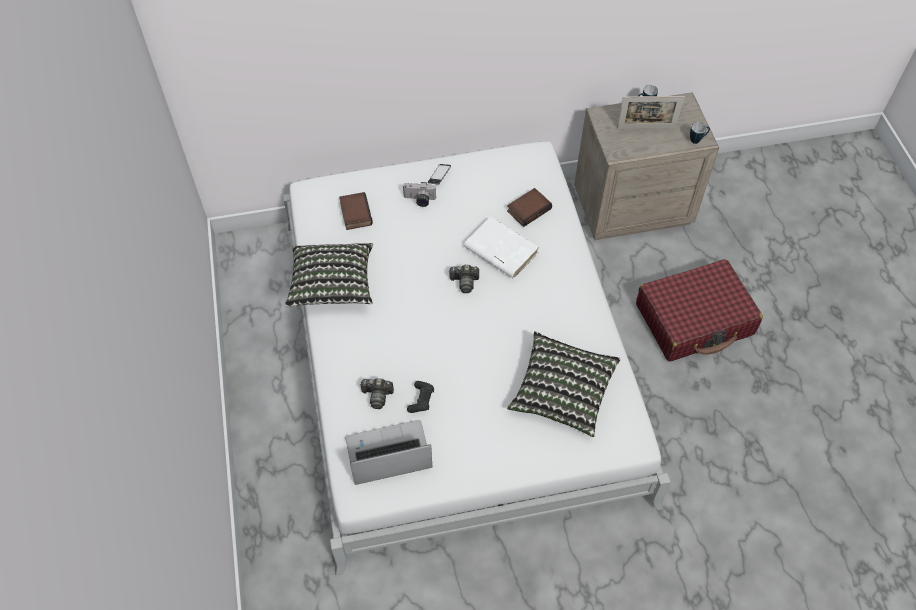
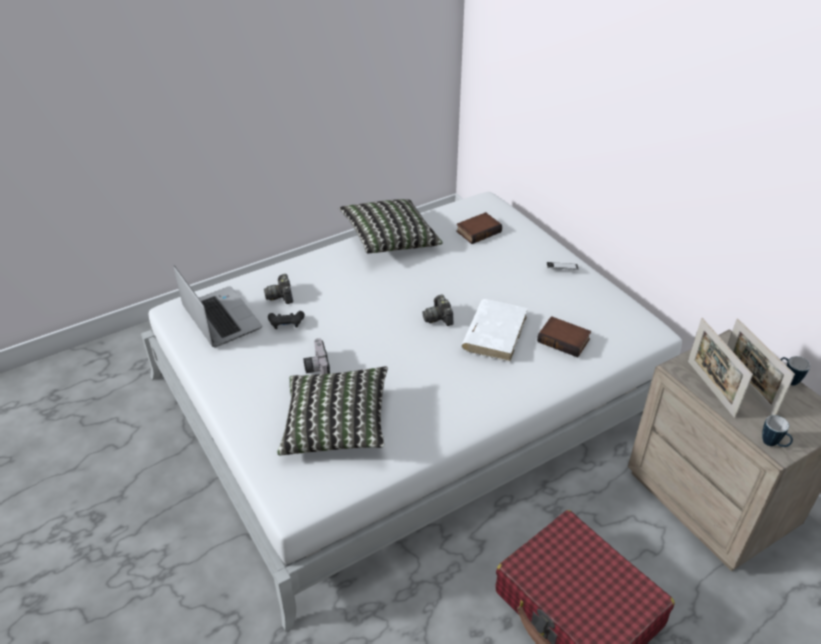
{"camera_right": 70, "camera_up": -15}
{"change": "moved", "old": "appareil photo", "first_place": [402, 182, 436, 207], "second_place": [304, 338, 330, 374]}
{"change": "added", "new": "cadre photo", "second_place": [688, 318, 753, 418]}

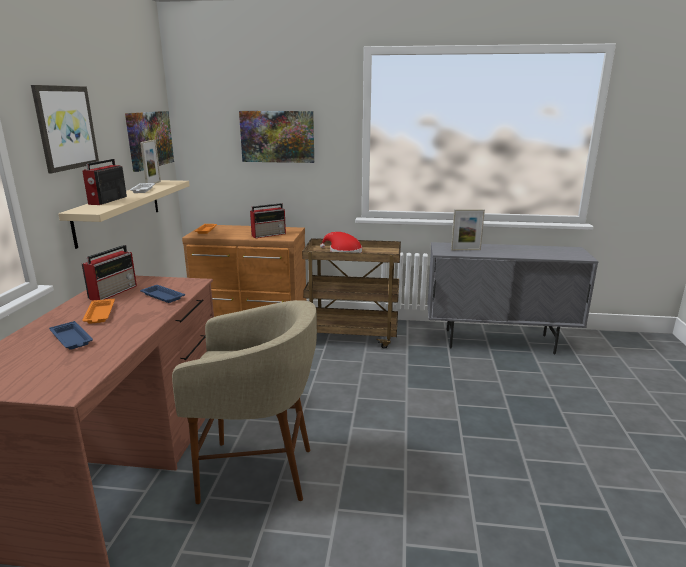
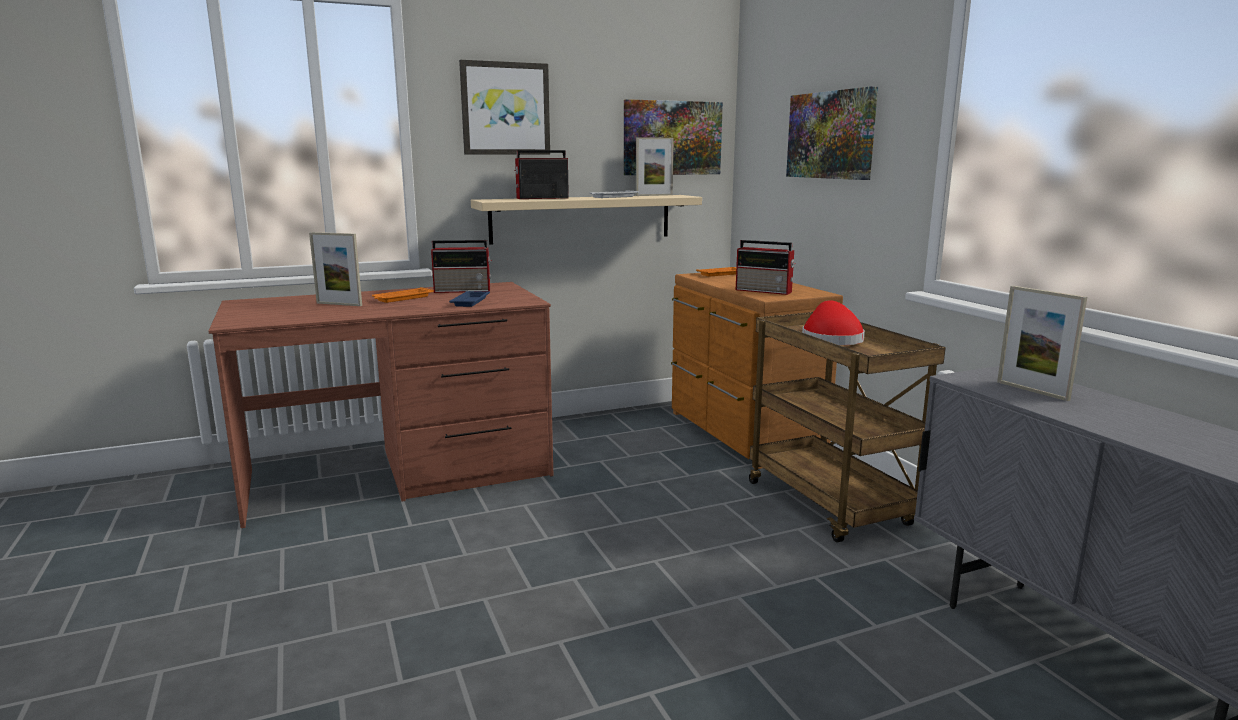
{"camera_right": 60, "camera_up": -5}
{"change": "replaced", "old": "plateau/bleu", "new": "cadre photo", "first_place": [49, 321, 93, 350], "second_place": [309, 232, 362, 306]}
{"change": "removed", "old": "tabouret/beige", "first_place": [172, 300, 317, 504]}

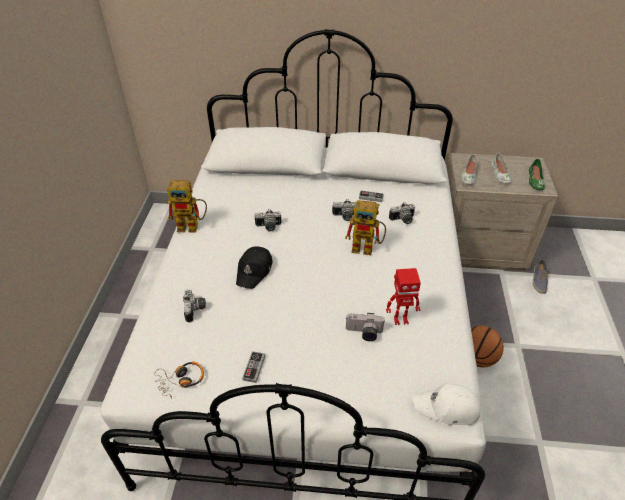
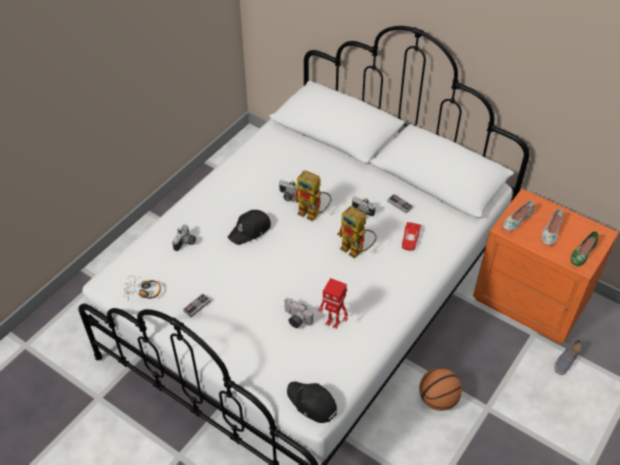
{"camera_right": 30, "camera_up": 5}
{"change": "recoloured", "old": "casquette/blanc", "new": "casquette/noir", "first_place": [413, 383, 481, 425], "second_place": [287, 382, 337, 423]}
{"change": "moved", "old": "robot jouet", "first_place": [167, 180, 207, 232], "second_place": [293, 170, 331, 221]}
{"change": "replaced", "old": "appareil photo", "new": "petite voiture/rouge", "first_place": [389, 202, 415, 224], "second_place": [402, 222, 421, 251]}
{"change": "recoloured", "old": "table de chevet/beige", "new": "table de chevet/orange", "first_place": [447, 153, 558, 271], "second_place": [473, 188, 619, 344]}

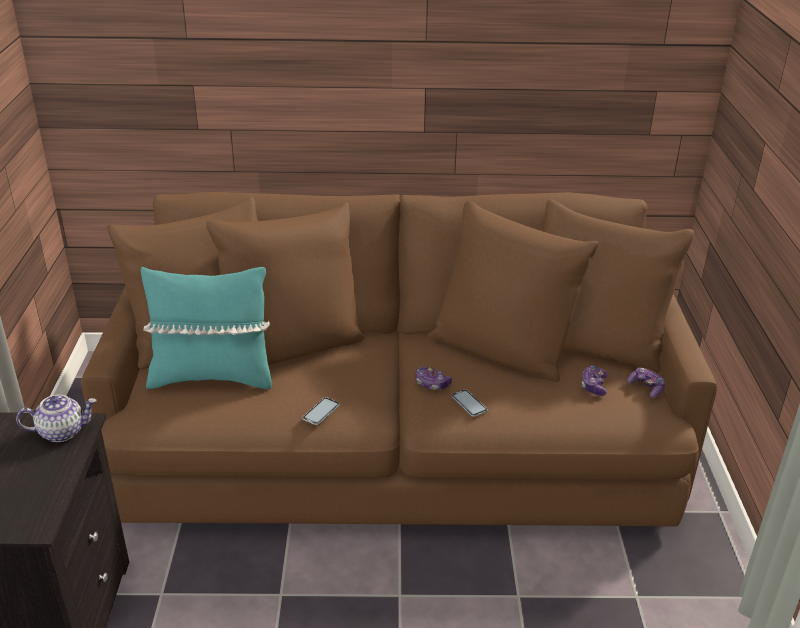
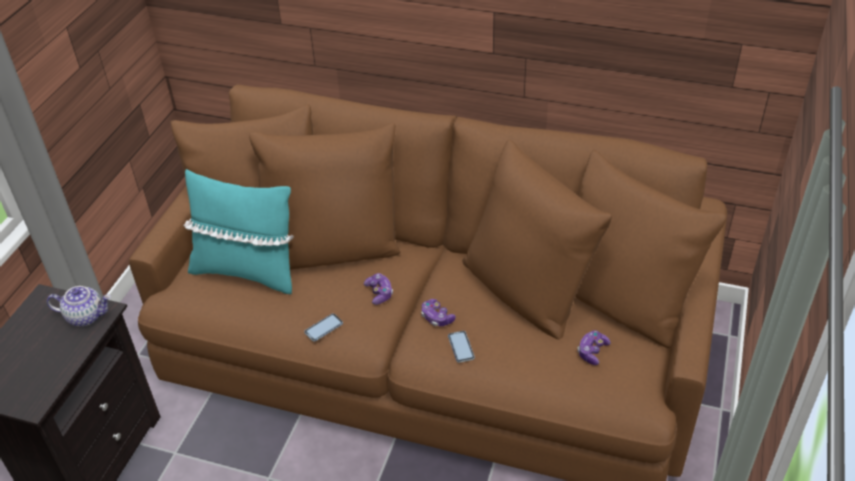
{"camera_right": 20, "camera_up": 10}
{"change": "moved", "old": "manette", "first_place": [627, 368, 665, 398], "second_place": [364, 273, 393, 305]}

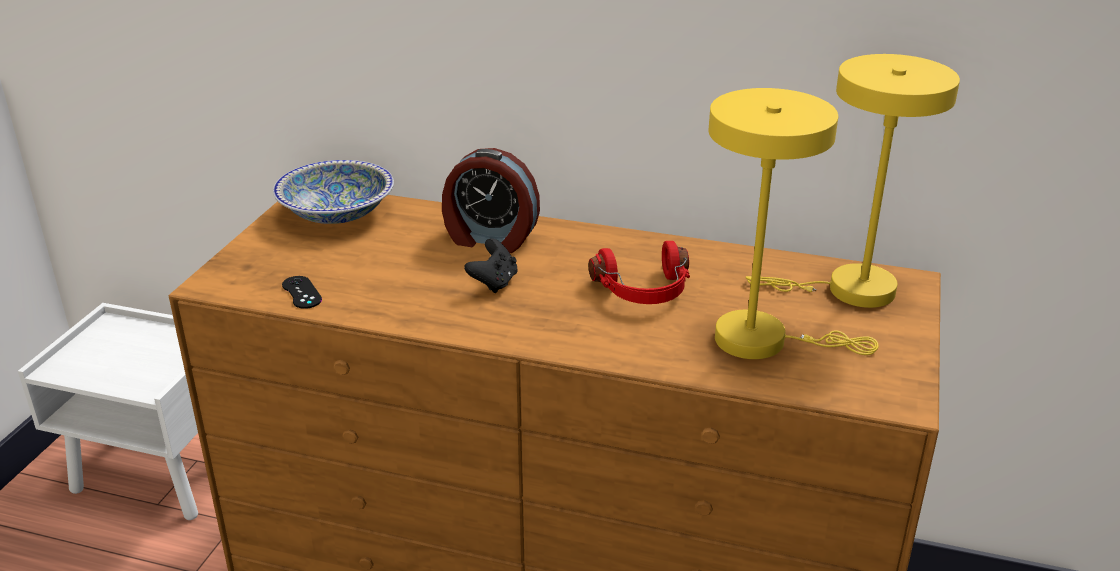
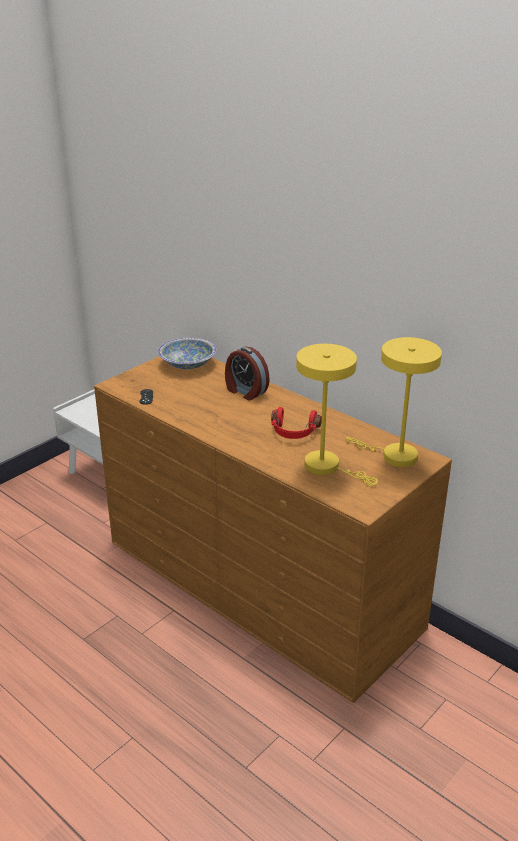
{"camera_right": 25, "camera_up": 0}
{"change": "removed", "old": "manette/noir", "first_place": [464, 238, 518, 293]}

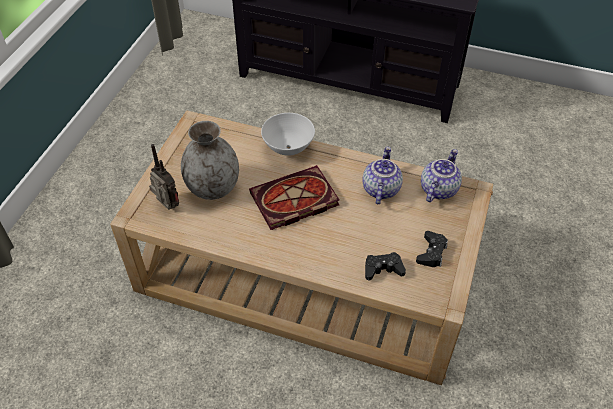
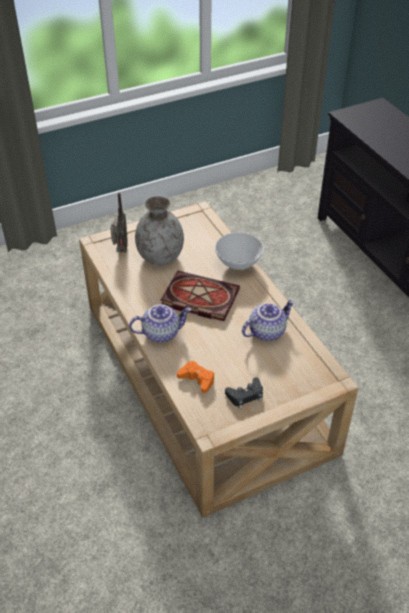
{"camera_right": 45, "camera_up": -5}
{"change": "moved", "old": "théière", "first_place": [421, 149, 462, 202], "second_place": [129, 304, 192, 343]}
{"change": "recoloured", "old": "manette/noir", "new": "manette/orange", "first_place": [365, 252, 406, 280], "second_place": [177, 361, 214, 393]}

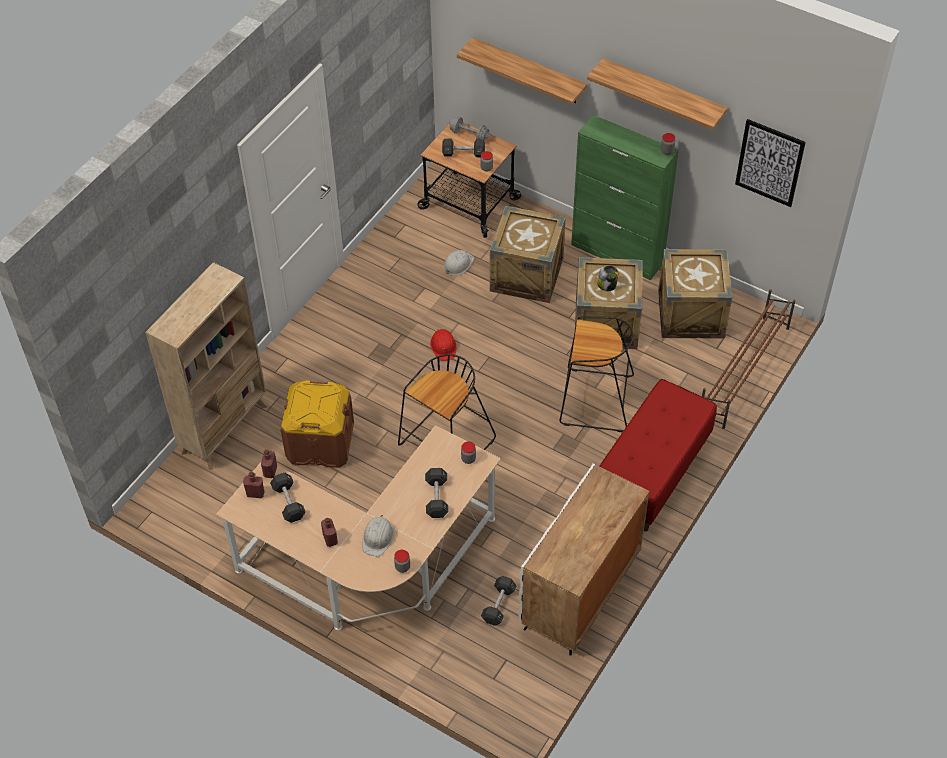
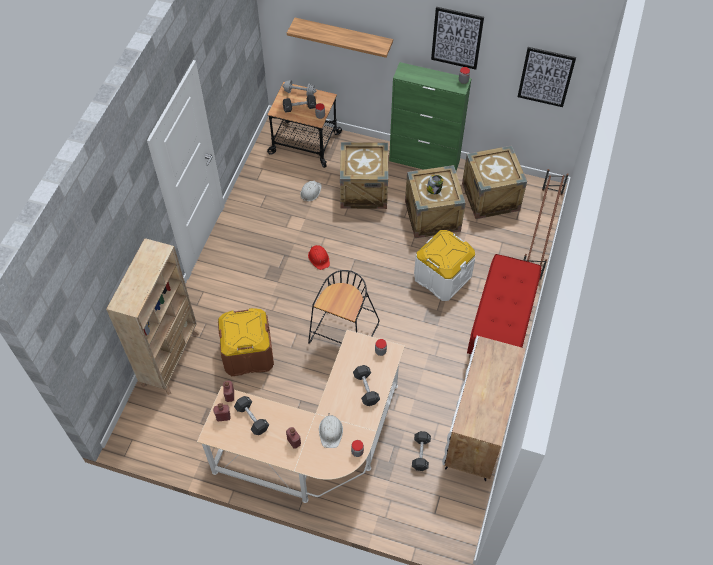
{"camera_right": -15, "camera_up": 5}
{"change": "replaced", "old": "tabouret/noir", "new": "boîte de rangement/blanc", "first_place": [559, 317, 634, 432], "second_place": [414, 230, 475, 301]}
{"change": "replaced", "old": "étagère", "new": "tableau", "first_place": [587, 58, 728, 130], "second_place": [431, 7, 484, 70]}

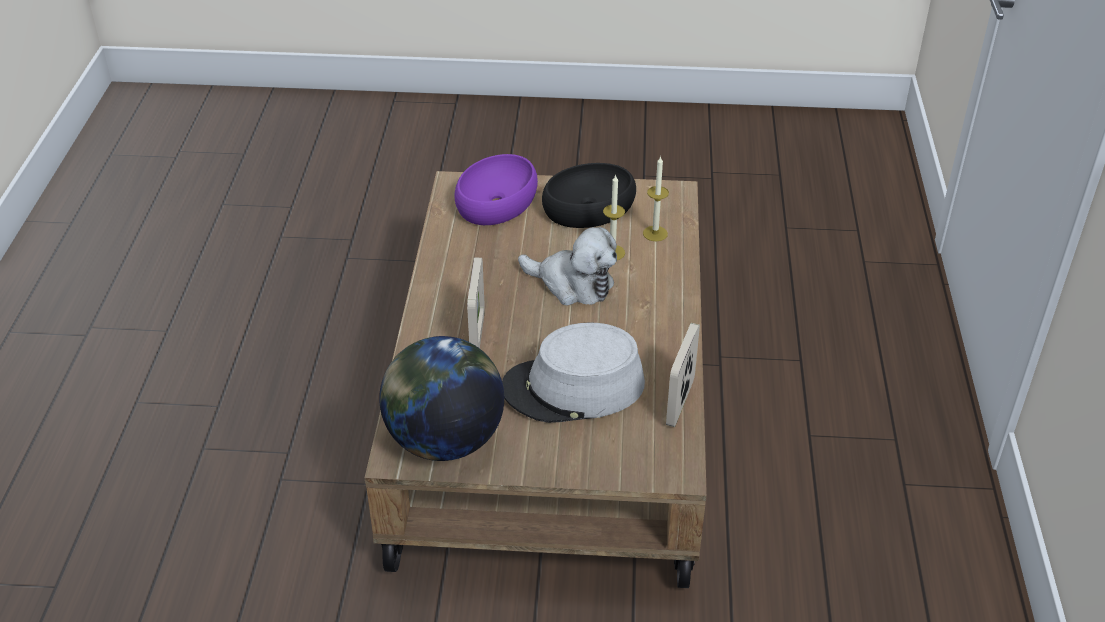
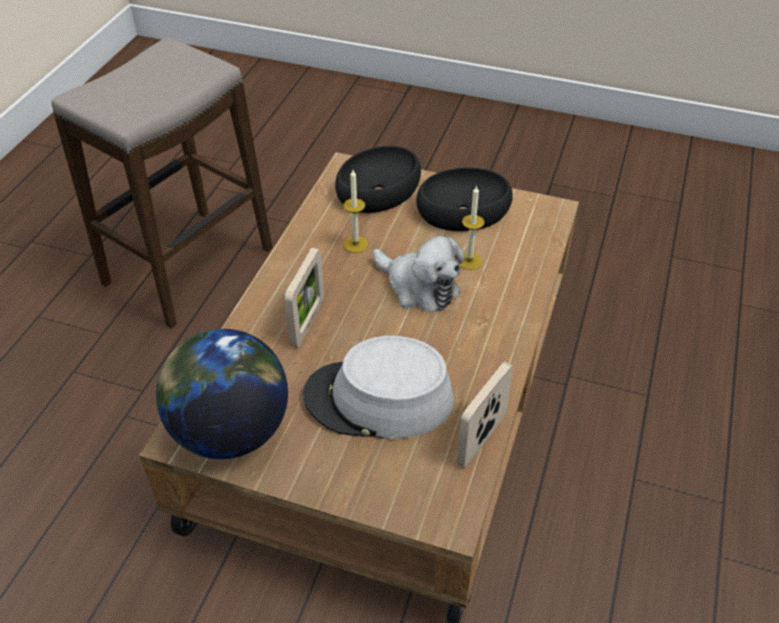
{"camera_right": 15, "camera_up": 5}
{"change": "added", "new": "tabouret", "second_place": [51, 37, 272, 328]}
{"change": "recoloured", "old": "bol/violet", "new": "bol/noir", "first_place": [455, 154, 538, 225], "second_place": [335, 146, 421, 213]}
{"change": "moved", "old": "bougie", "first_place": [643, 156, 669, 242], "second_place": [343, 170, 368, 253]}

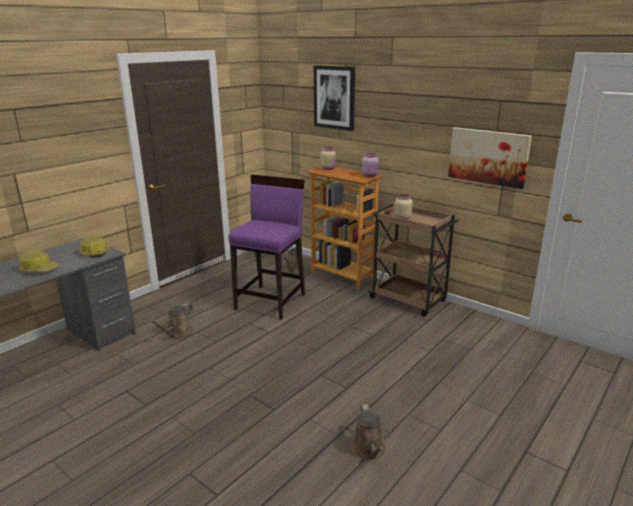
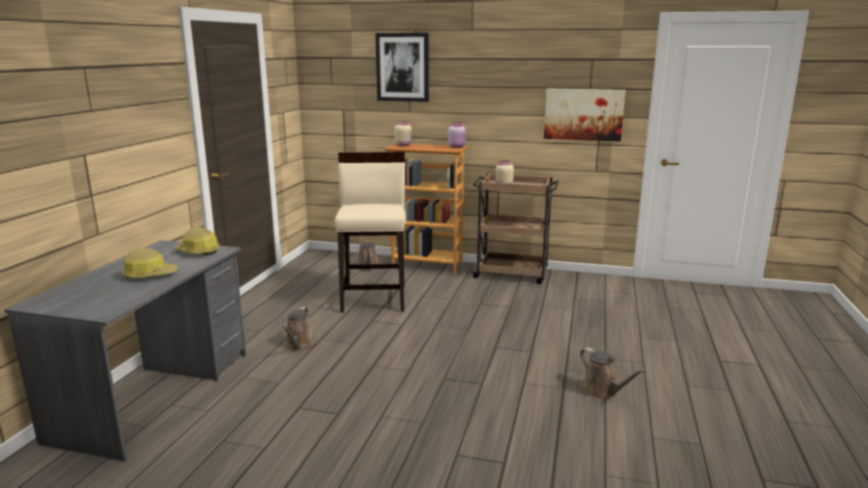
{"camera_right": -25, "camera_up": -5}
{"change": "recoloured", "old": "tabouret/violet", "new": "tabouret/beige", "first_place": [228, 175, 305, 320], "second_place": [334, 152, 406, 313]}

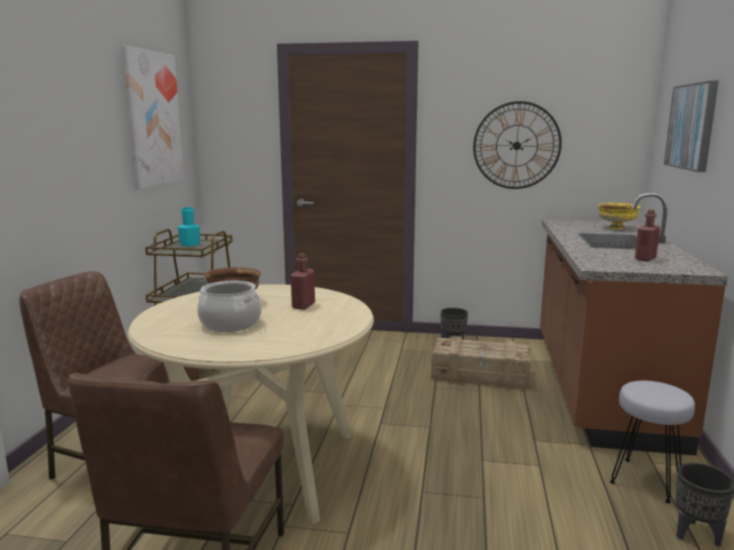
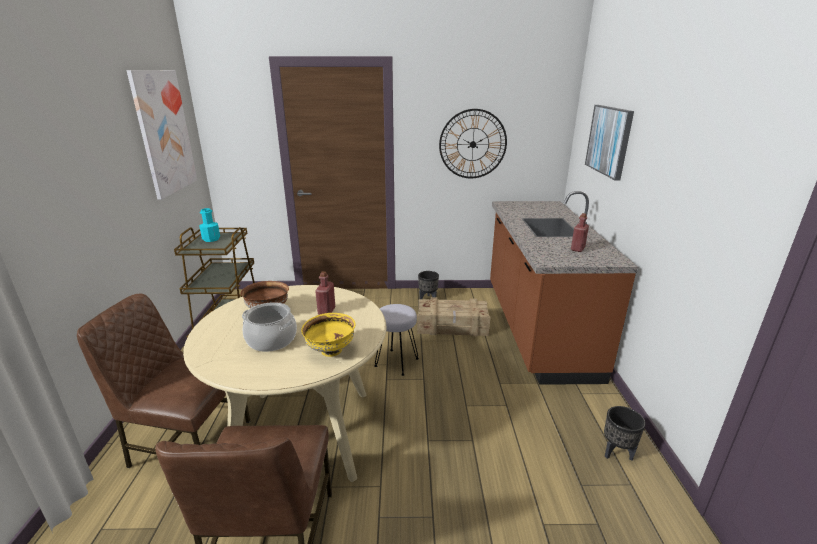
{"camera_right": -10, "camera_up": 10}
{"change": "moved", "old": "bol/jaune", "first_place": [598, 203, 641, 229], "second_place": [301, 313, 356, 357]}
{"change": "moved", "old": "tabouret/gris", "first_place": [610, 381, 695, 503], "second_place": [375, 304, 419, 376]}

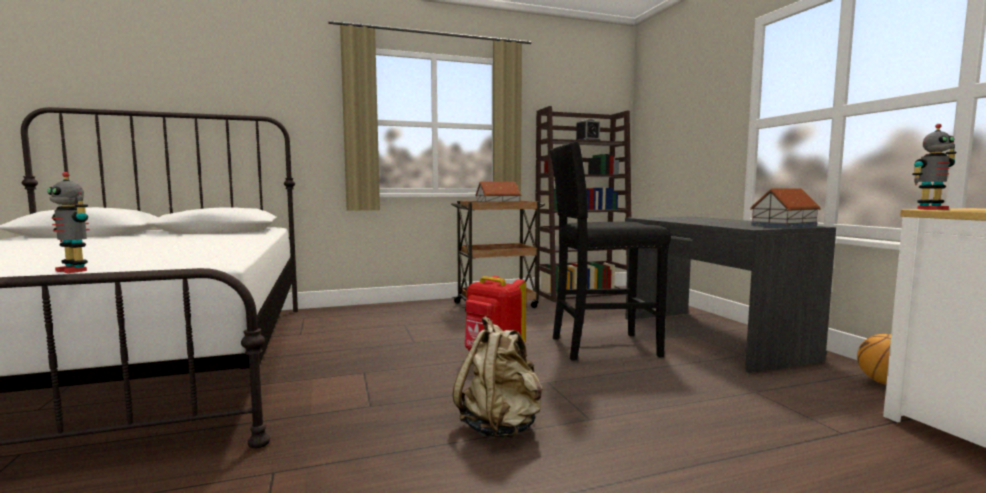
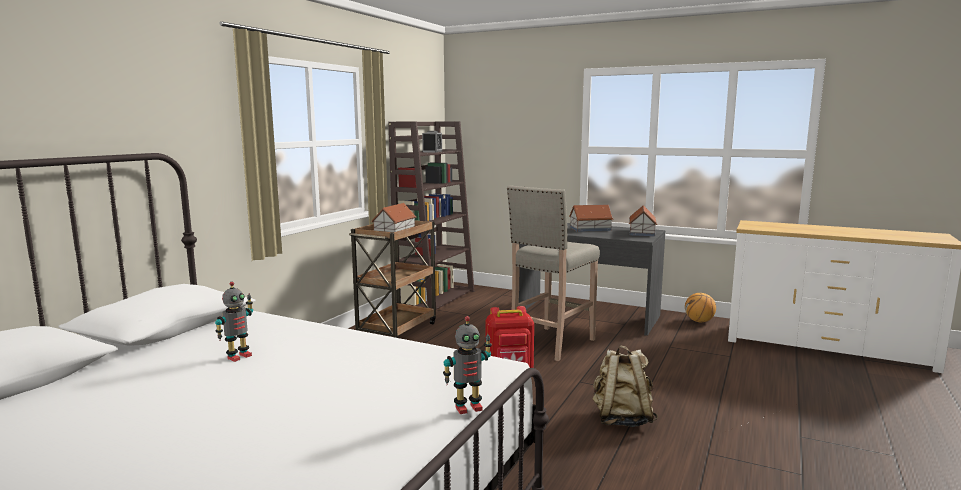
{"camera_right": -45, "camera_up": 5}
{"change": "moved", "old": "robot jouet", "first_place": [912, 124, 957, 210], "second_place": [215, 281, 253, 362]}
{"change": "recoloured", "old": "tabouret/noir", "new": "tabouret/beige", "first_place": [550, 141, 671, 361], "second_place": [507, 185, 600, 361]}
{"change": "added", "new": "maison miniature", "second_place": [569, 205, 614, 232]}

